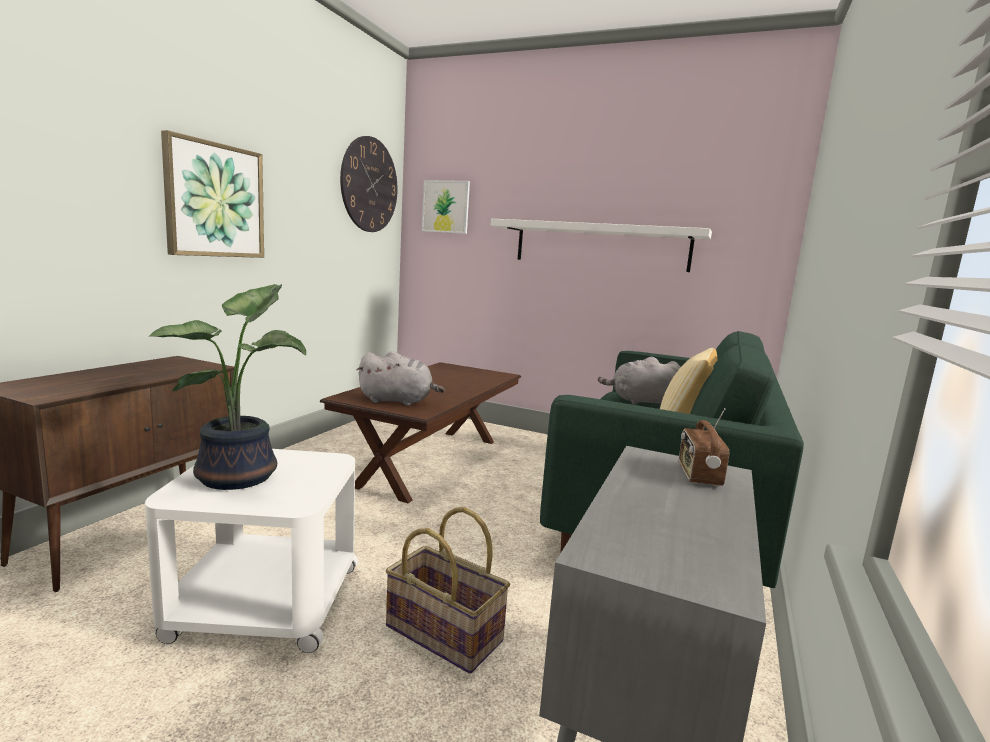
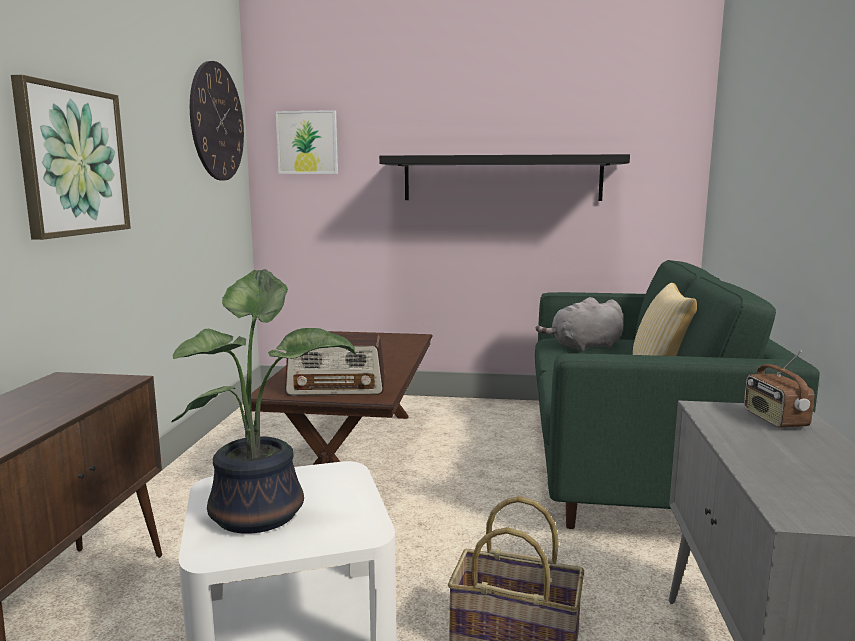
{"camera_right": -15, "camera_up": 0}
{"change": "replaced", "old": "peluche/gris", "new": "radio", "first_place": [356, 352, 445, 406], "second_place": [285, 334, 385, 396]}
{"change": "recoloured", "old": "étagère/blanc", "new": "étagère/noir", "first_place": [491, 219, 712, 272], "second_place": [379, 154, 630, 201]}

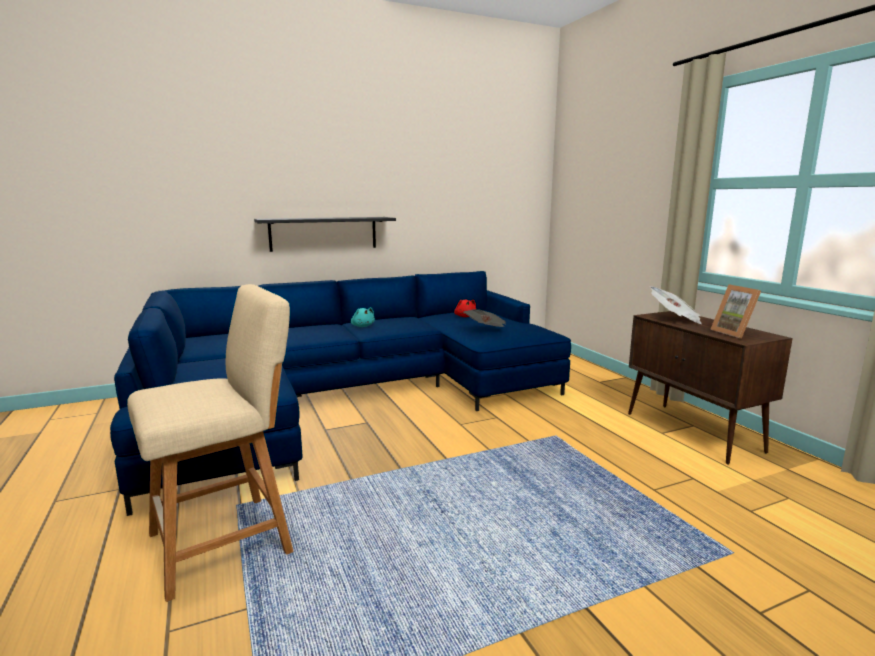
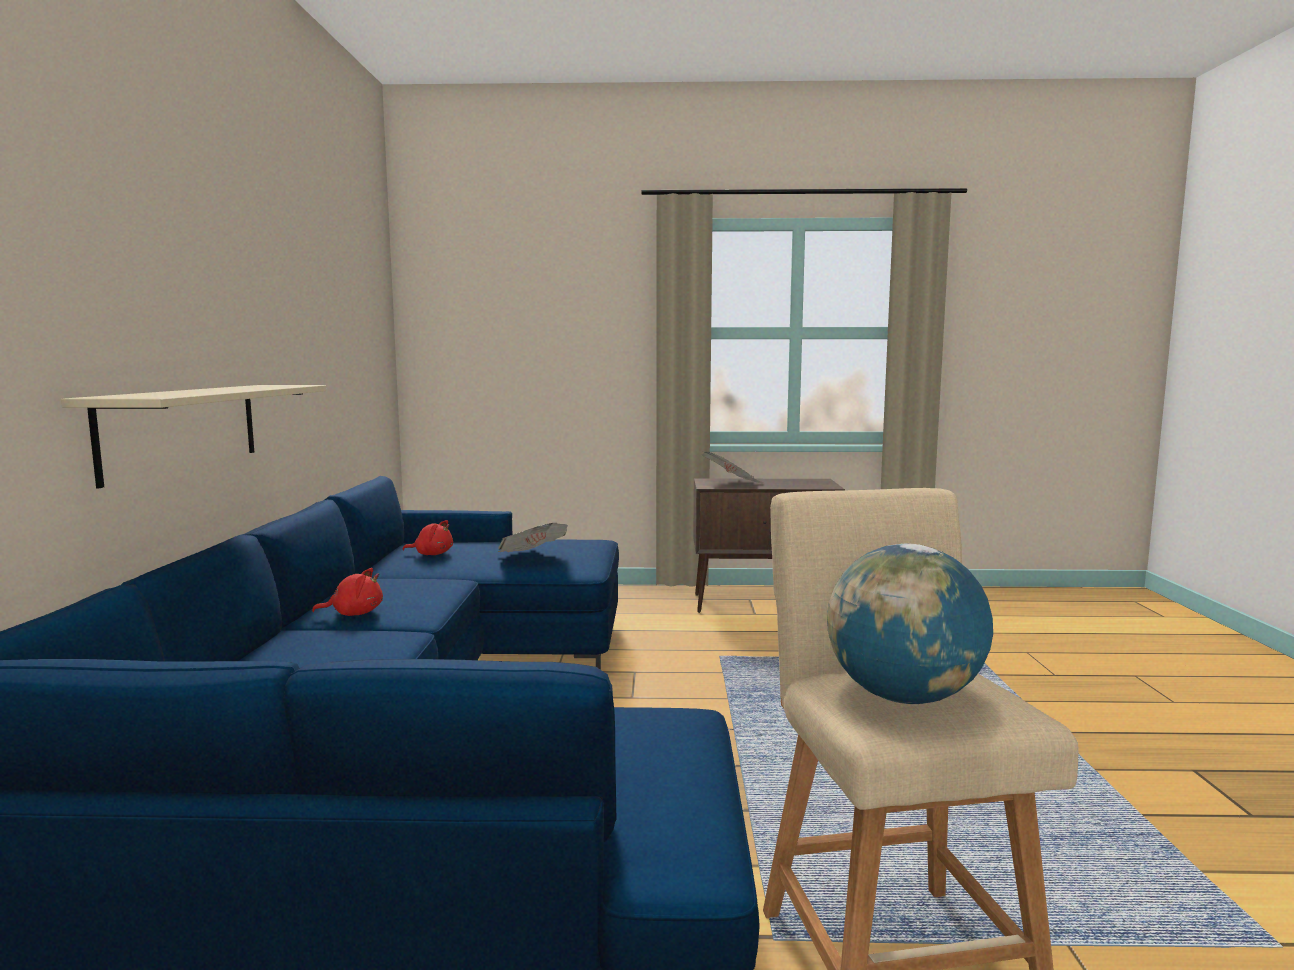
{"camera_right": -65, "camera_up": -5}
{"change": "recoloured", "old": "étagère/noir", "new": "étagère/beige", "first_place": [254, 217, 396, 252], "second_place": [61, 385, 327, 488]}
{"change": "recoloured", "old": "peluche/turquoise", "new": "peluche/rouge", "first_place": [351, 307, 375, 327], "second_place": [312, 568, 383, 616]}
{"change": "added", "new": "globe", "second_place": [827, 544, 993, 704]}
{"change": "removed", "old": "cadre photo", "first_place": [710, 284, 761, 339]}

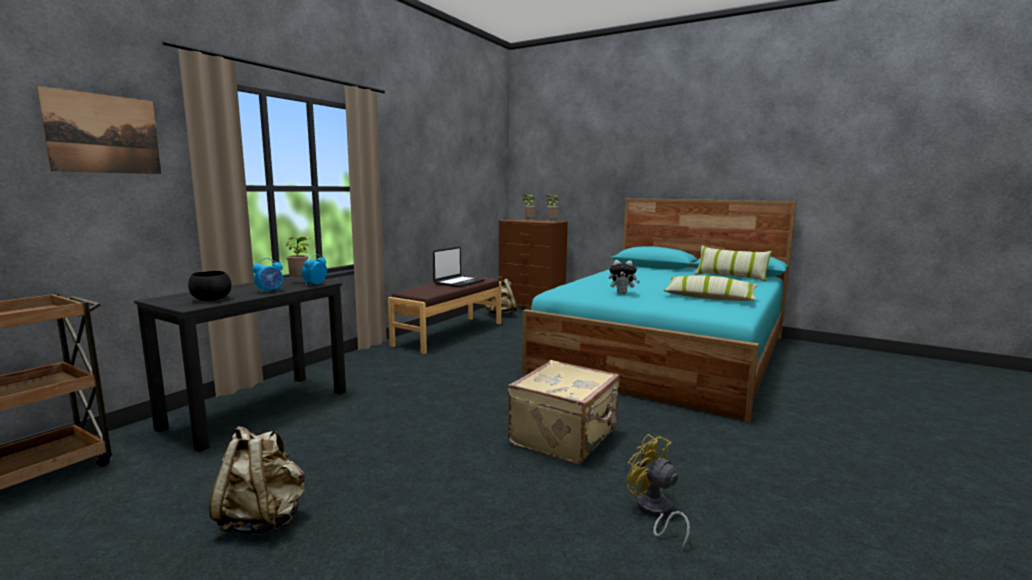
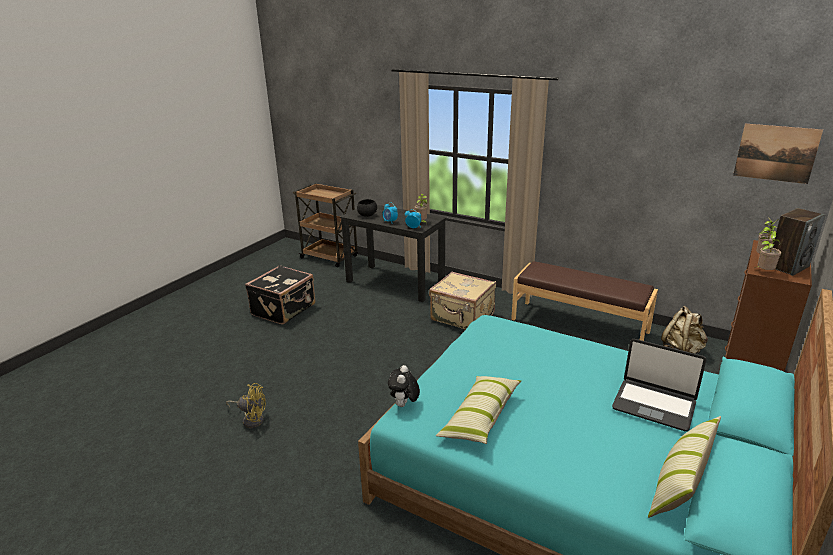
{"camera_right": 90, "camera_up": 15}
{"change": "turned", "old": "ventilateur/jaune", "first_place": [627, 434, 690, 549], "second_place": [226, 383, 266, 428], "degrees": 45}
{"change": "replaced", "old": "sac à dos/beige", "new": "valise/noir", "first_place": [209, 426, 305, 535], "second_place": [245, 265, 315, 325]}
{"change": "moved", "old": "peluche", "first_place": [609, 260, 640, 294], "second_place": [388, 365, 420, 407]}
{"change": "moved", "old": "valise/beige", "first_place": [508, 360, 620, 464], "second_place": [429, 272, 496, 329]}
{"change": "moved", "old": "ordinateur portable", "first_place": [433, 247, 485, 287], "second_place": [612, 339, 706, 431]}
{"change": "moved", "old": "tableau", "first_place": [37, 86, 161, 174], "second_place": [733, 124, 823, 184]}
{"change": "added", "new": "enceinte", "second_place": [773, 208, 826, 276]}

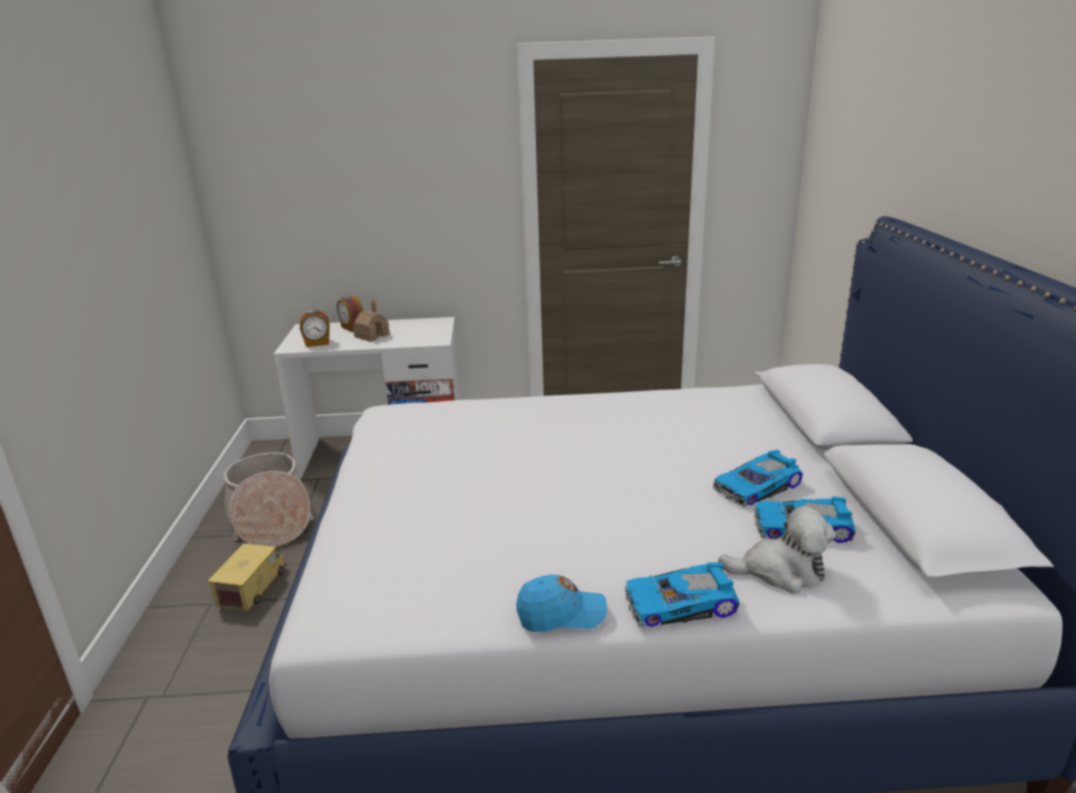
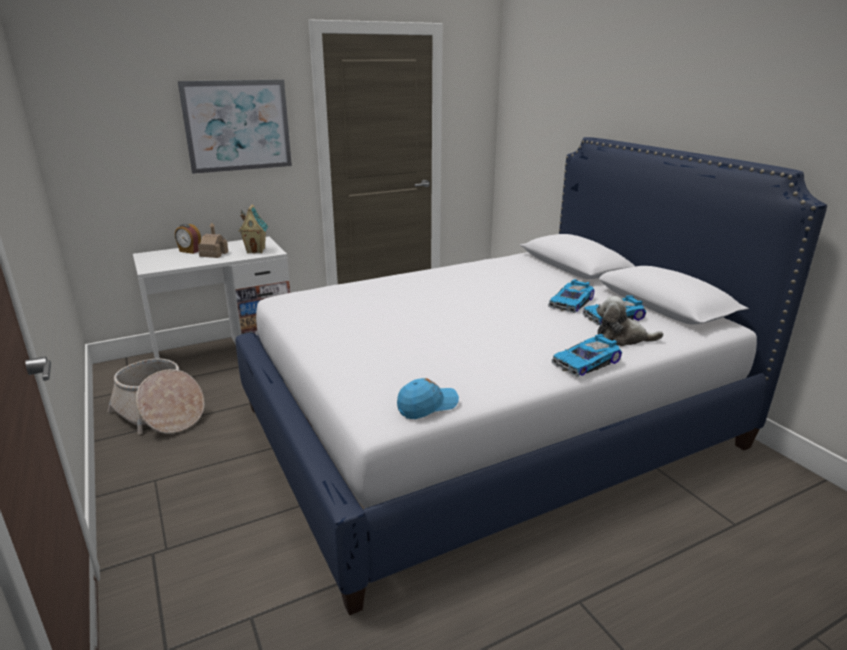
{"camera_right": -25, "camera_up": 0}
{"change": "added", "new": "tableau", "second_place": [178, 80, 292, 174]}
{"change": "added", "new": "maison miniature", "second_place": [238, 204, 268, 253]}
{"change": "moved", "old": "casquette/bleu", "first_place": [516, 575, 607, 632], "second_place": [397, 378, 459, 419]}
{"change": "turned", "old": "peluche", "first_place": [718, 505, 836, 593], "second_place": [596, 296, 663, 346], "degrees": -150}
{"change": "removed", "old": "camion jouet", "first_place": [207, 543, 287, 611]}
{"change": "removed", "old": "réveil", "first_place": [300, 309, 330, 347]}

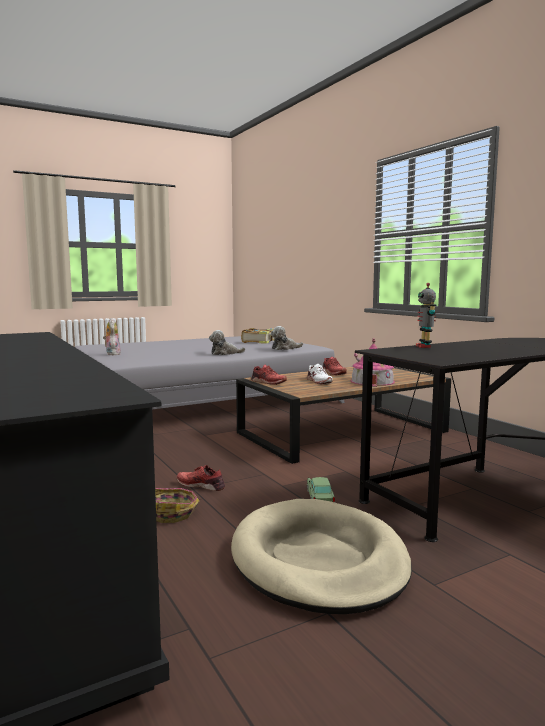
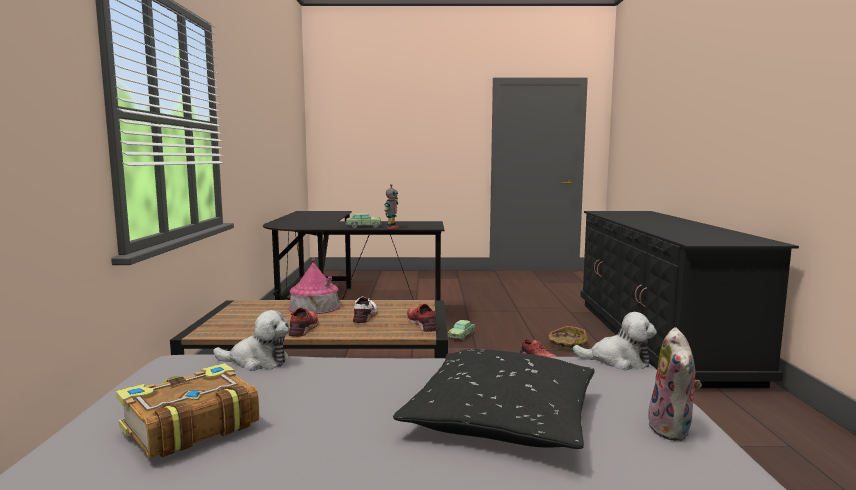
{"camera_right": -150, "camera_up": 0}
{"change": "added", "new": "petite voiture", "second_place": [346, 213, 382, 228]}
{"change": "added", "new": "coussin/noir", "second_place": [393, 349, 595, 449]}
{"change": "moved", "old": "peluche", "first_place": [209, 330, 246, 355], "second_place": [573, 312, 657, 370]}
{"change": "removed", "old": "panier pour chien/beige", "first_place": [231, 499, 412, 614]}

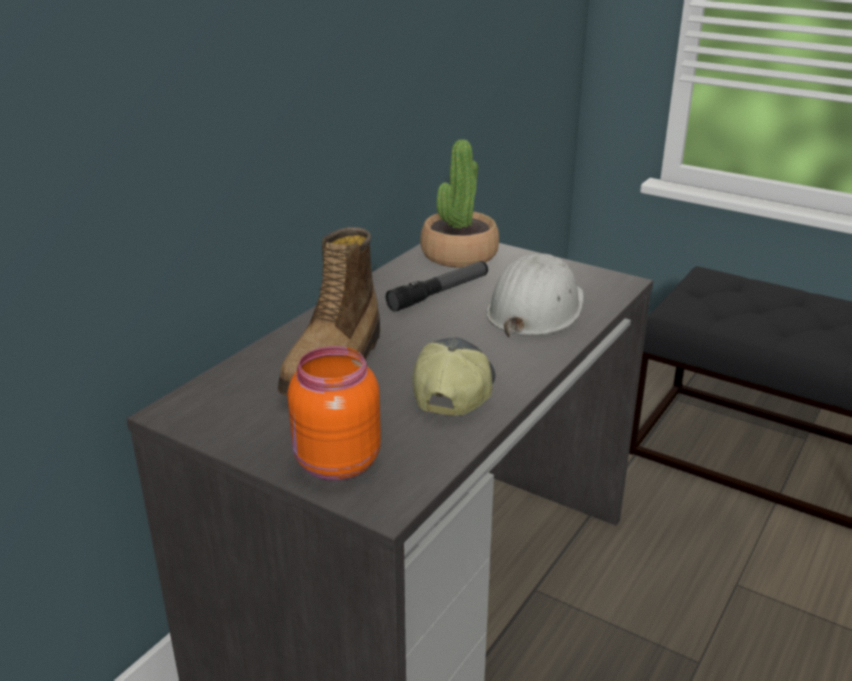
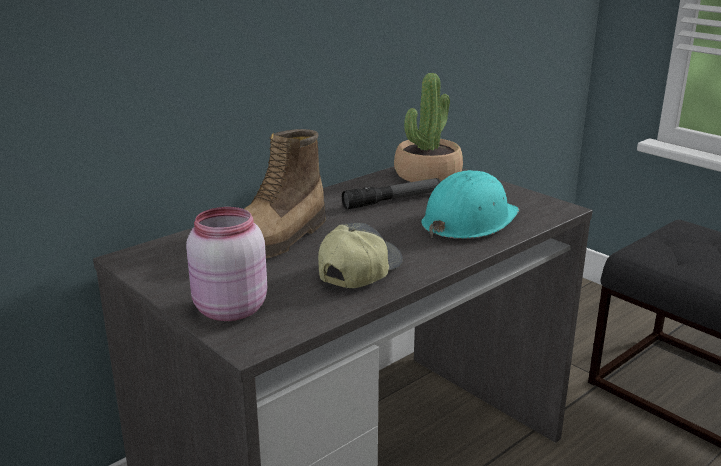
{"camera_right": 15, "camera_up": -5}
{"change": "recoloured", "old": "bocal/orange", "new": "bocal/rose", "first_place": [287, 346, 381, 480], "second_place": [186, 207, 267, 321]}
{"change": "recoloured", "old": "casque de chantier/blanc", "new": "casque de chantier/turquoise", "first_place": [486, 254, 584, 338], "second_place": [421, 170, 519, 239]}

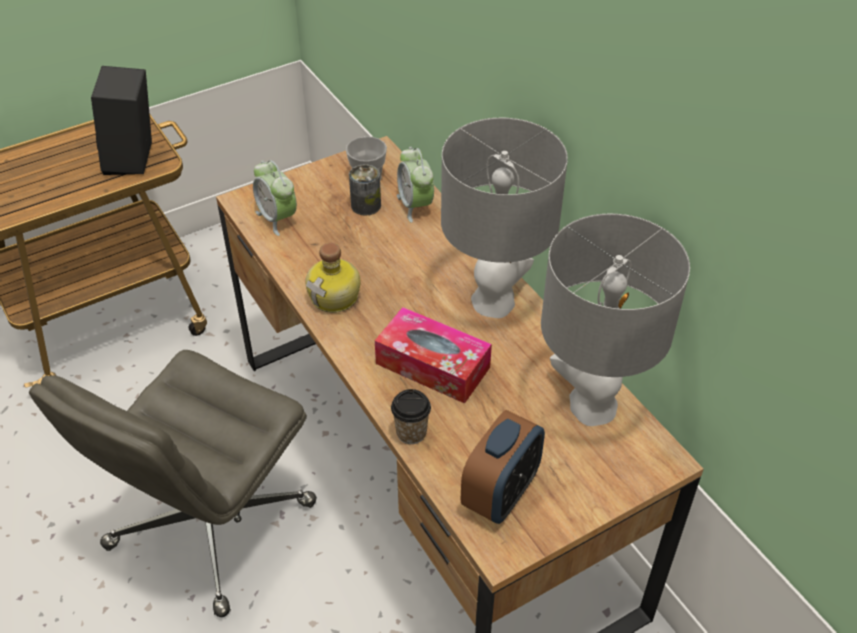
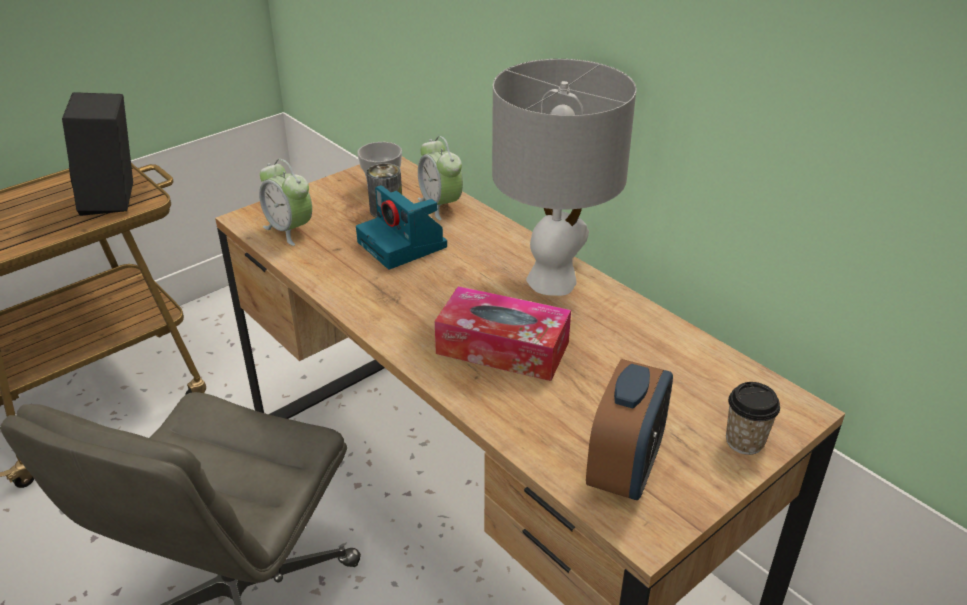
{"camera_right": -10, "camera_up": -10}
{"change": "added", "new": "appareil photo", "second_place": [356, 185, 447, 269]}
{"change": "moved", "old": "tasse", "first_place": [391, 389, 431, 444], "second_place": [726, 382, 780, 455]}
{"change": "removed", "old": "bouteille", "first_place": [305, 243, 360, 313]}
{"change": "removed", "old": "lampe de table/gris", "first_place": [541, 214, 690, 426]}

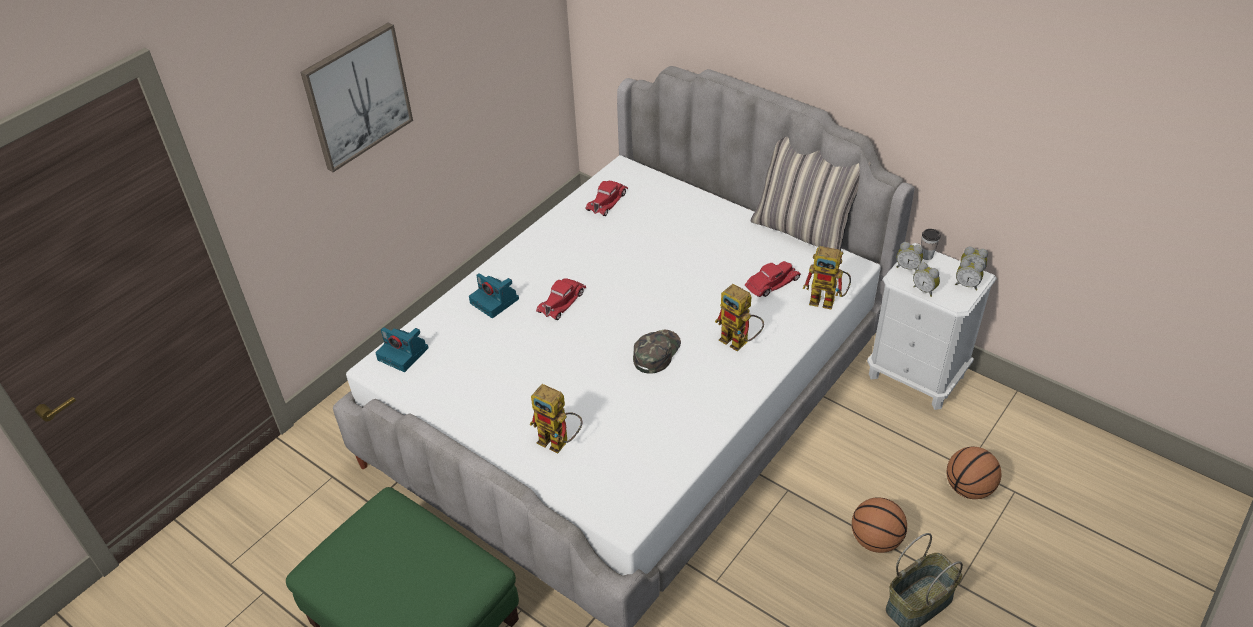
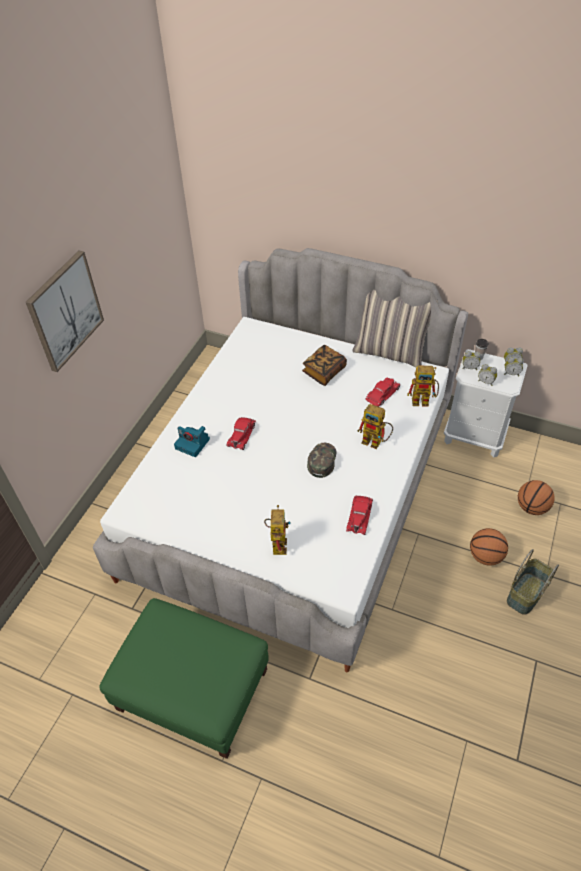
{"camera_right": -15, "camera_up": 5}
{"change": "turned", "old": "robot jouet", "first_place": [530, 384, 583, 454], "second_place": [264, 505, 290, 555], "degrees": -105}
{"change": "added", "new": "livre", "second_place": [302, 345, 347, 386]}
{"change": "moved", "old": "petite voiture/rouge", "first_place": [585, 181, 628, 216], "second_place": [346, 495, 373, 535]}
{"change": "removed", "old": "appareil photo", "first_place": [375, 327, 428, 372]}

